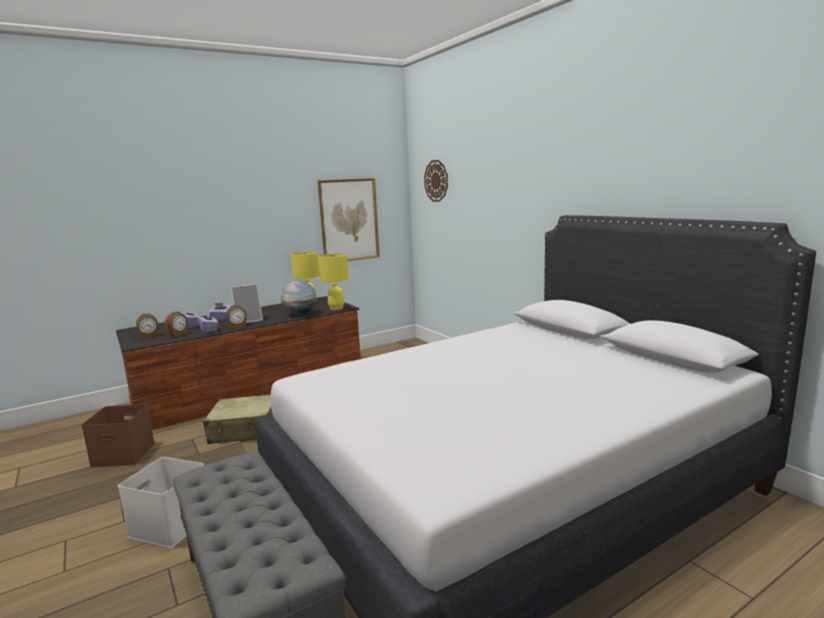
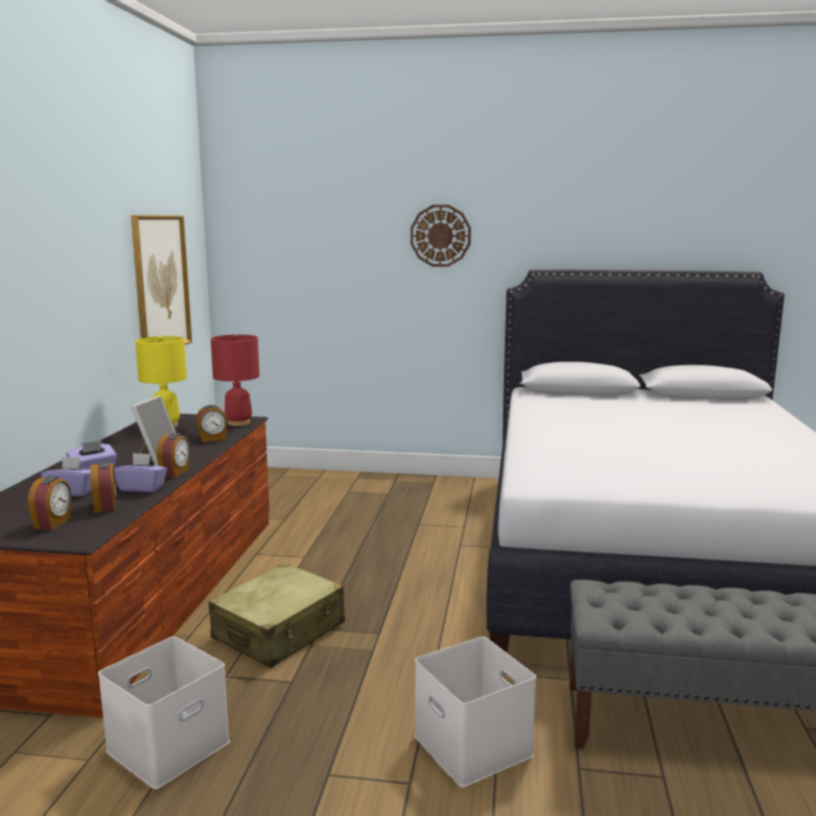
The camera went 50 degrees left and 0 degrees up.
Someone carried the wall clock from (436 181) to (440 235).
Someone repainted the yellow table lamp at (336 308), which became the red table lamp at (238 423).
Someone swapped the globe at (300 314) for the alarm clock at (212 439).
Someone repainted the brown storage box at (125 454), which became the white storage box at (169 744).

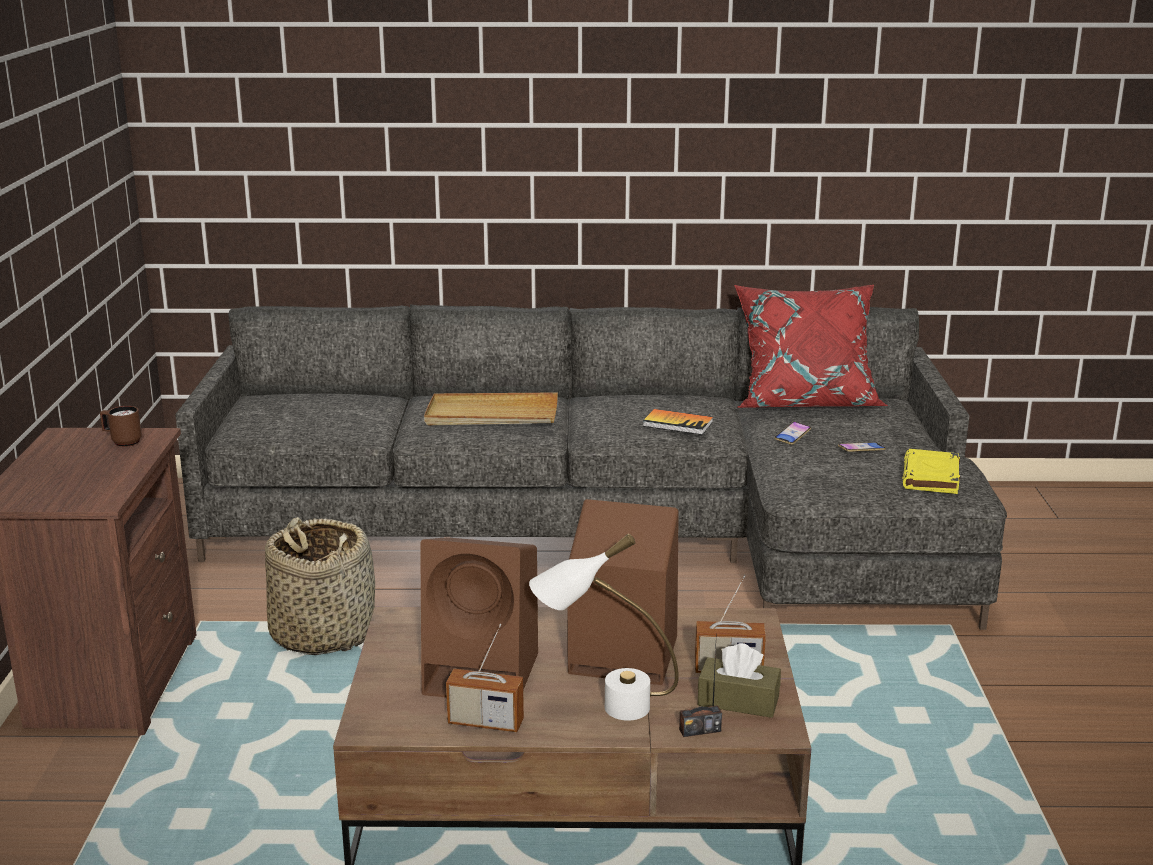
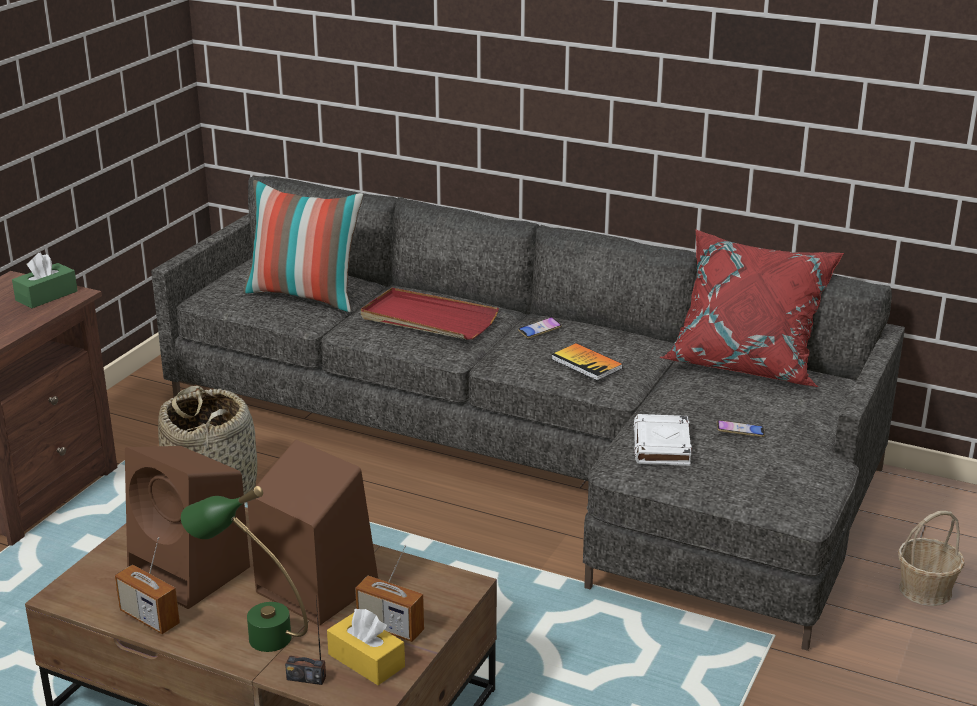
The camera went 25 degrees right and 5 degrees up.
Someone repainted the beige tray at (491 415), which became the red tray at (428 319).
Someone swapped the brown mug at (122 442) for the green tissue box at (46 296).
Someone carried the phone from (792 436) to (539 330).
Someone took away the yellow book at (931 477).
Someone repainted the white table lamp at (604 707), which became the green table lamp at (252 632).
Someone repainted the brown tissue box at (738 701), which became the yellow tissue box at (366 660).
Someone put down the pillow at (305 296).
Someone put down the white book at (662 446).
Someone put down the basket at (925 590).

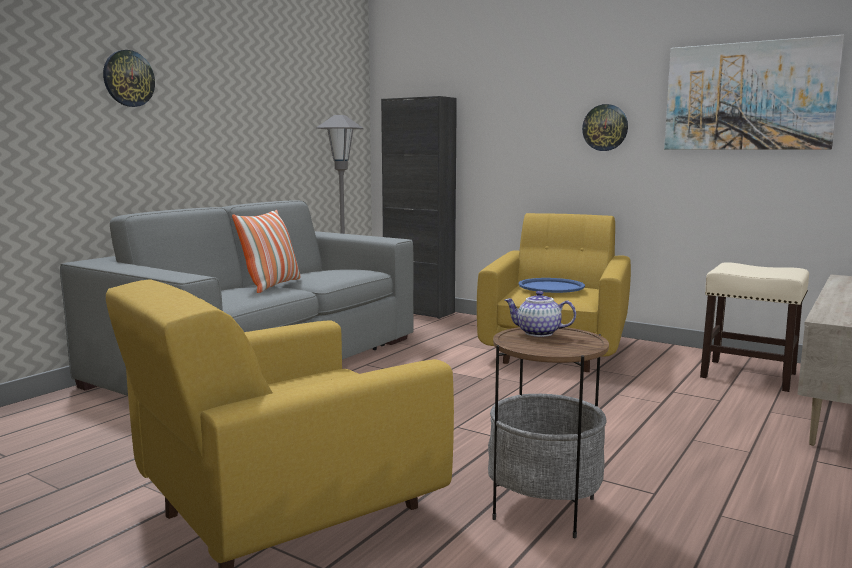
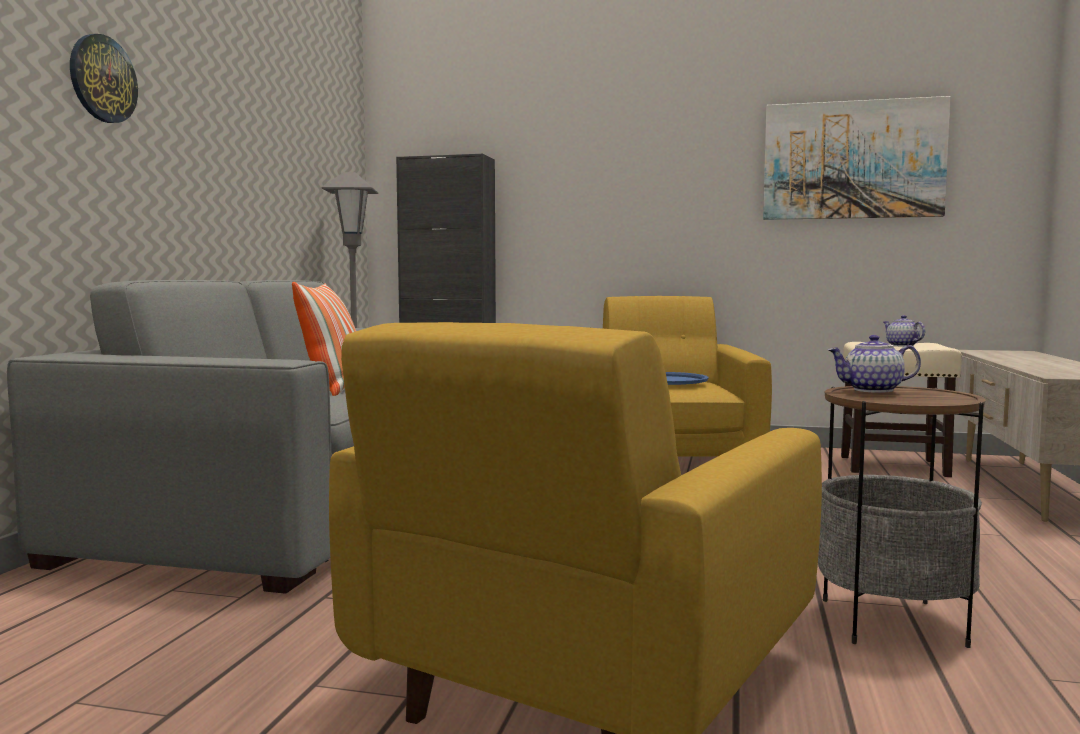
The camera went 20 degrees left and 5 degrees down.
Someone took away the wall clock at (605 127).
Someone put down the teapot at (901 345).

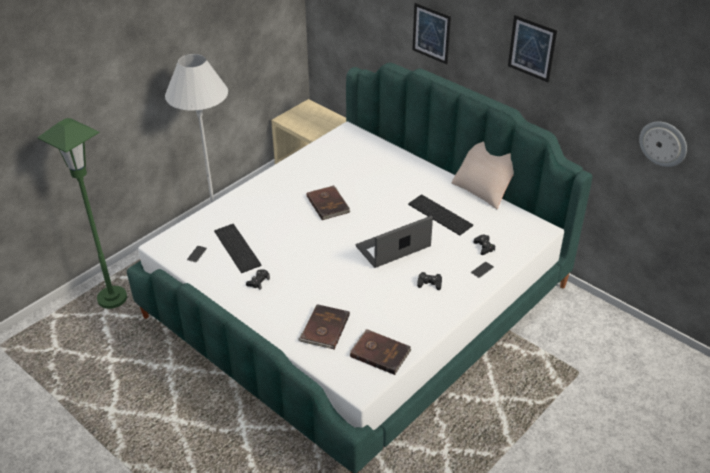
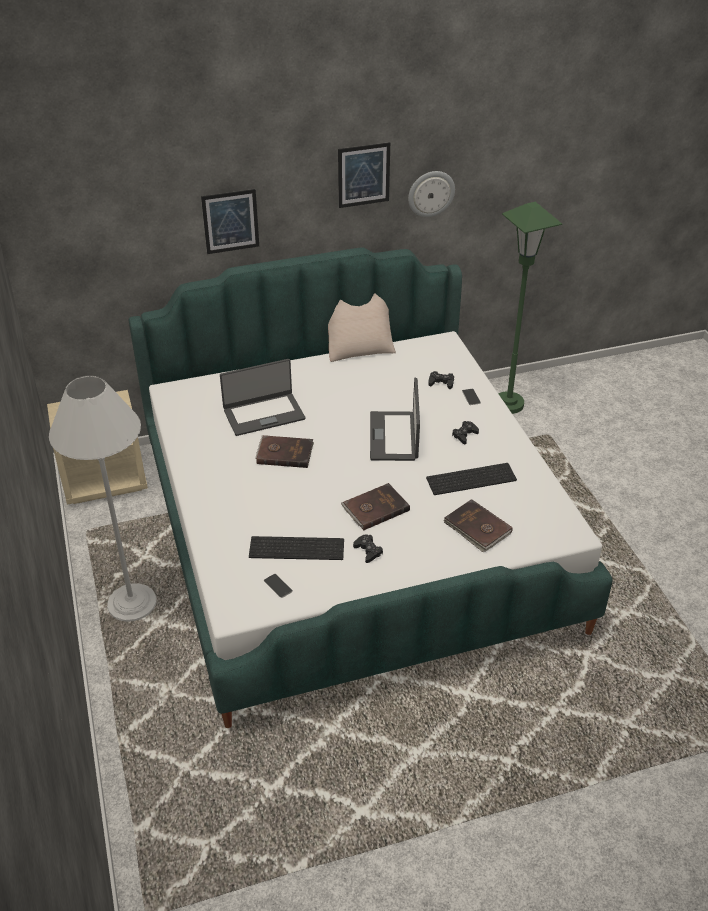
The camera went 60 degrees left and 0 degrees up.
Someone carried the green floor lamp from (112 299) to (508 404).
Someone carried the wall clock from (663 143) to (431 193).
Someone carried the keyboard from (441 214) to (471 478).
Someone carried the brown book from (380 353) to (375 508).
Someone put down the laptop at (263 414).

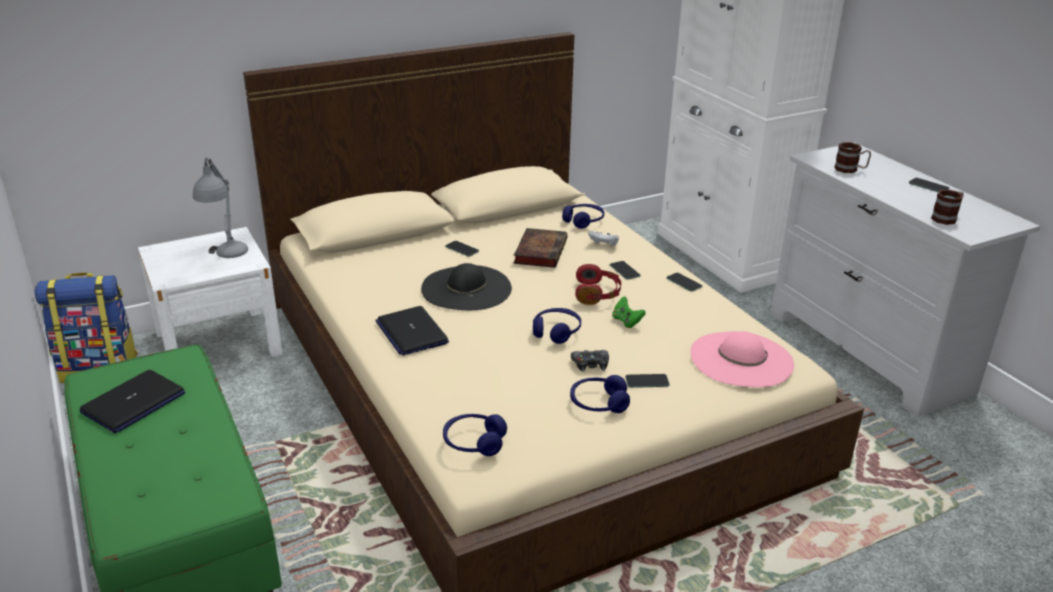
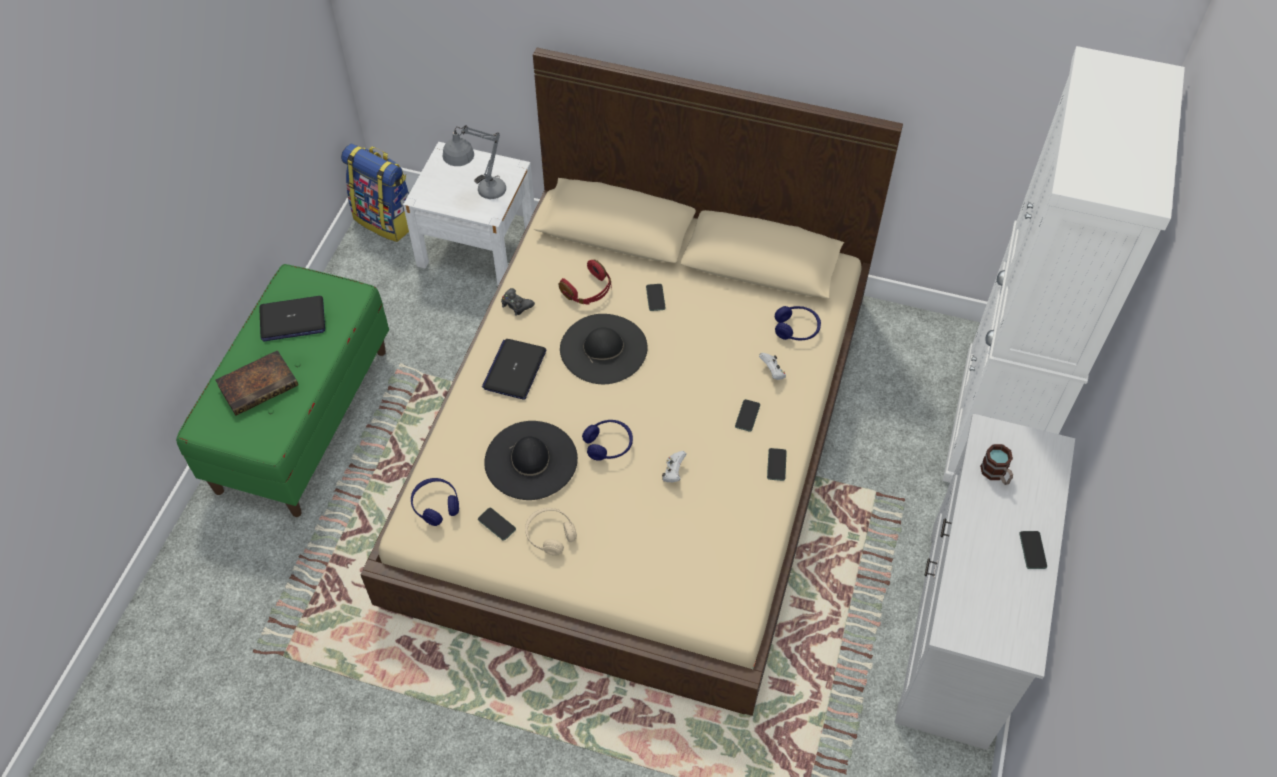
The camera went 45 degrees right and 25 degrees up.
Someone took away the mug at (946 218).
Someone carried the book from (540 251) to (259 384).
Someone carried the red headphones from (597 293) to (588 291).
Someone repainted the green game controller at (626 321), which became the white game controller at (673 472).
Someone took away the pink hat at (741 359).
Someone carried the black game controller from (590 364) to (516 305).
Someone carried the phone from (647 381) to (496 524).
Someone repainted the blue headphones at (598 403), which became the beige headphones at (550 535).
Someone put down the black hat at (531 460).

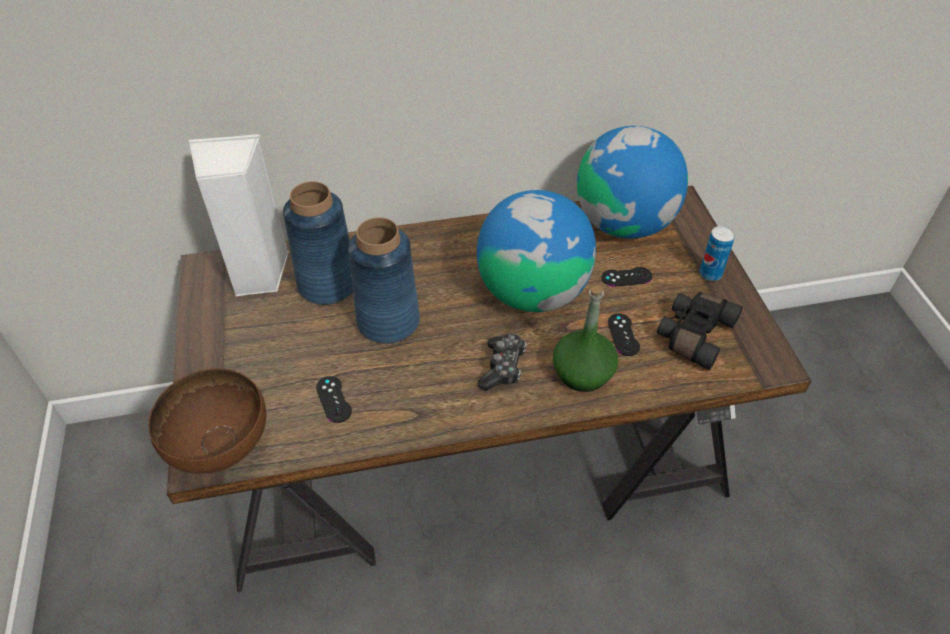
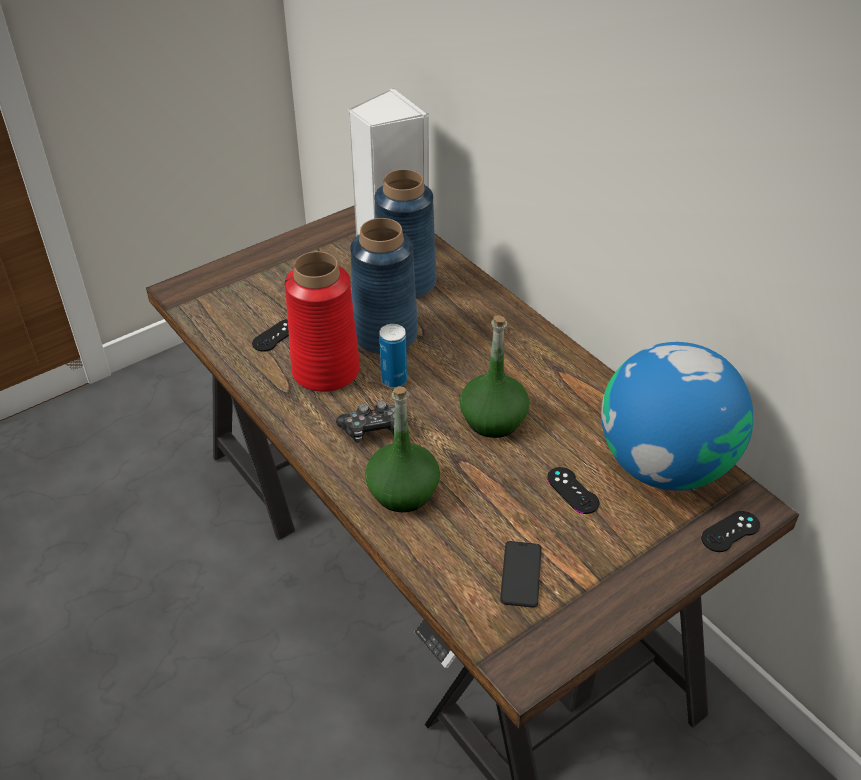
The camera went 65 degrees right and 5 degrees down.
Someone swapped the globe at (532 291) for the green bottle at (493 419).
Someone carried the can from (710 274) to (394 380).
Someone swapped the black binoculars at (693 334) for the phone at (521 574).
Someone carried the black game controller from (623 334) to (730 532).
Someone took away the brown bowl at (222 448).
Someone put down the red vase at (326 371).

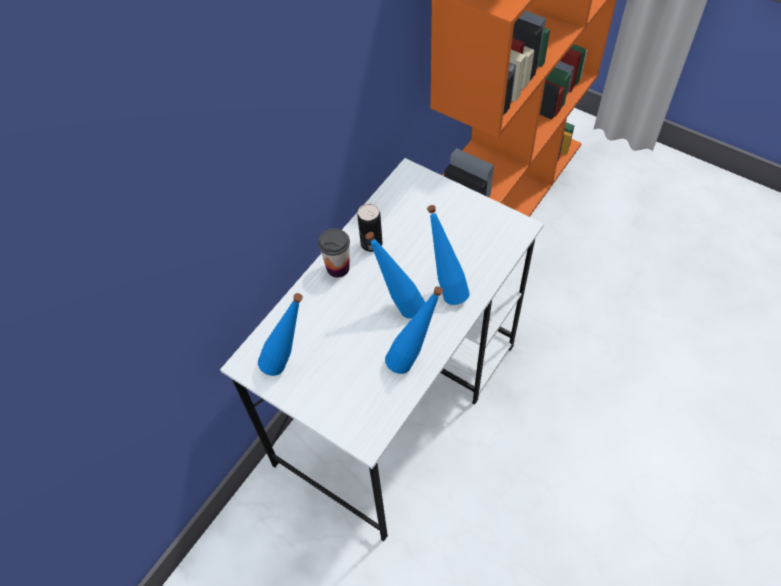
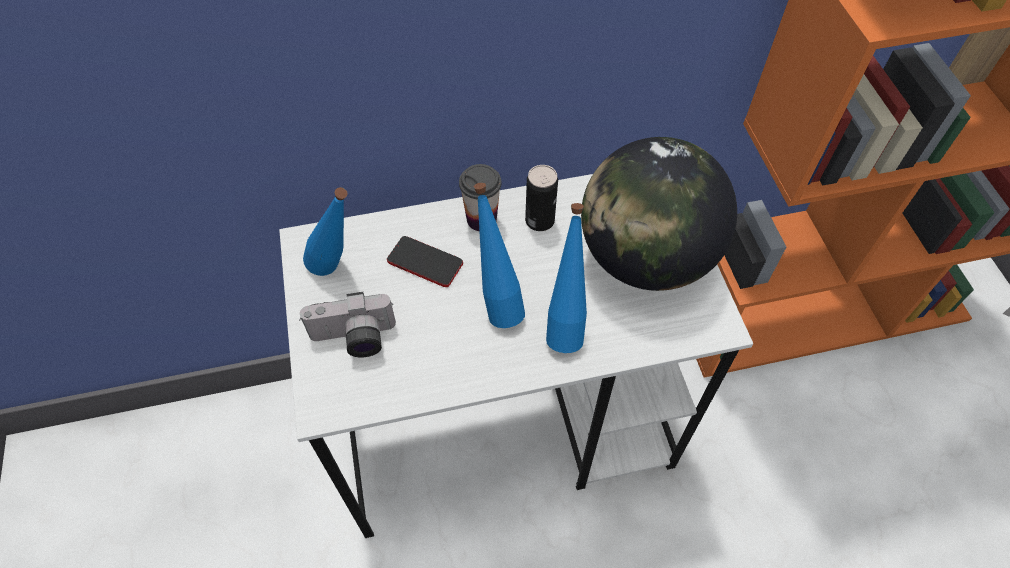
The camera went 40 degrees right and 0 degrees up.
Someone took away the blue bottle at (413 358).
Someone put down the globe at (645 257).
Someone put down the phone at (425 262).
Someone put down the photo camera at (354 339).

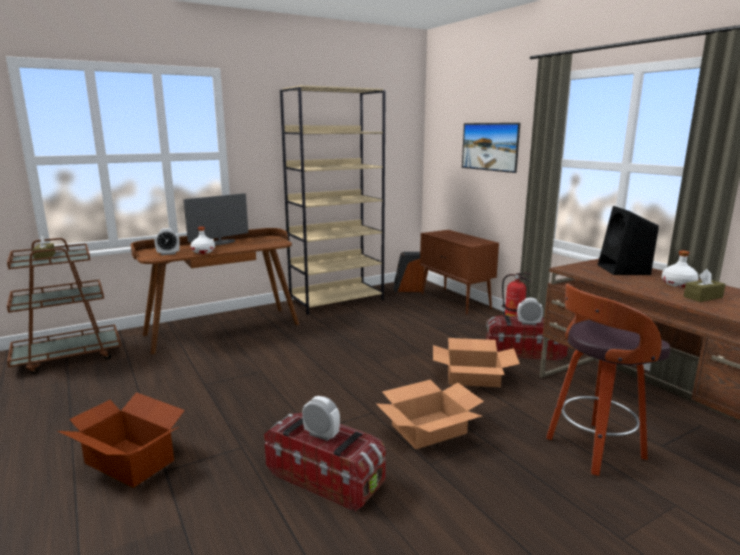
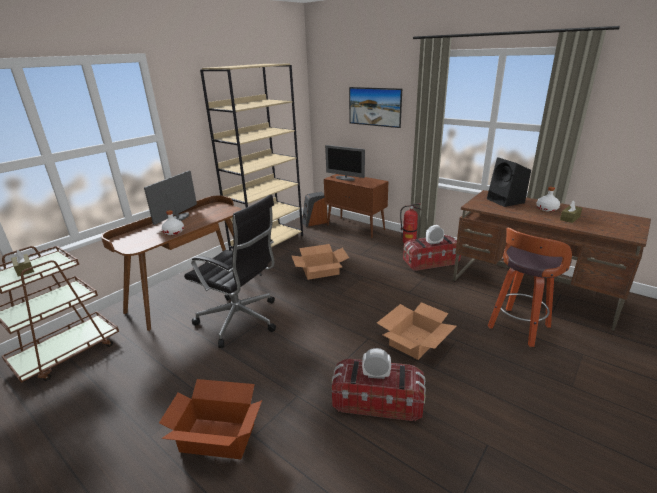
The camera went 20 degrees left and 10 degrees up.
Someone took away the alarm clock at (168 254).
Someone carried the cardboard box from (473 377) to (320 271).
Someone put down the monitor at (345 178).
Someone put down the black office chair at (241 320).

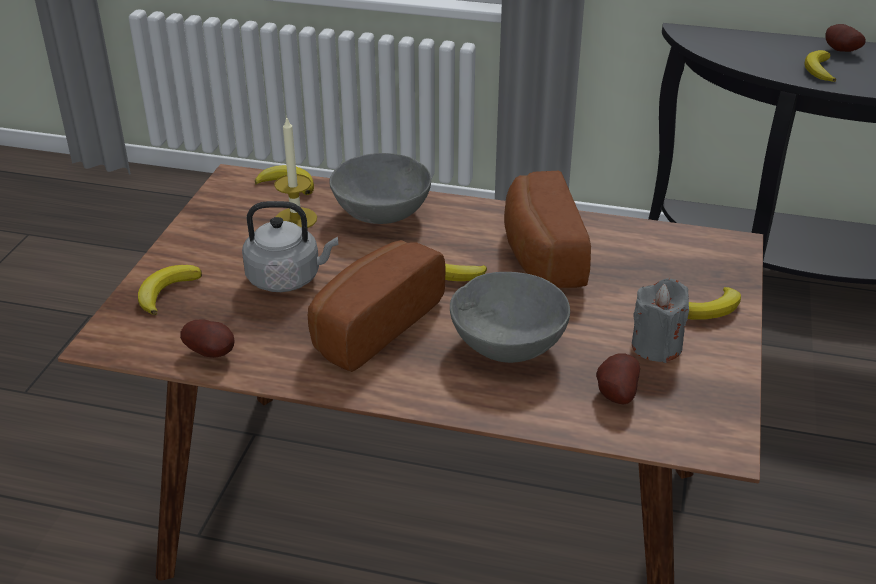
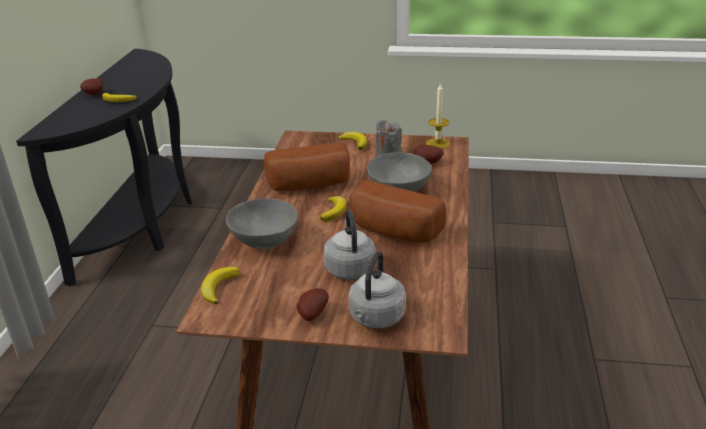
The camera went 95 degrees left and 5 degrees down.
Someone carried the candle from (296 219) to (437 143).
Someone swapped the banana at (166 292) for the grey kettle at (376 318).
Someone carried the potato from (212 353) to (311 314).

